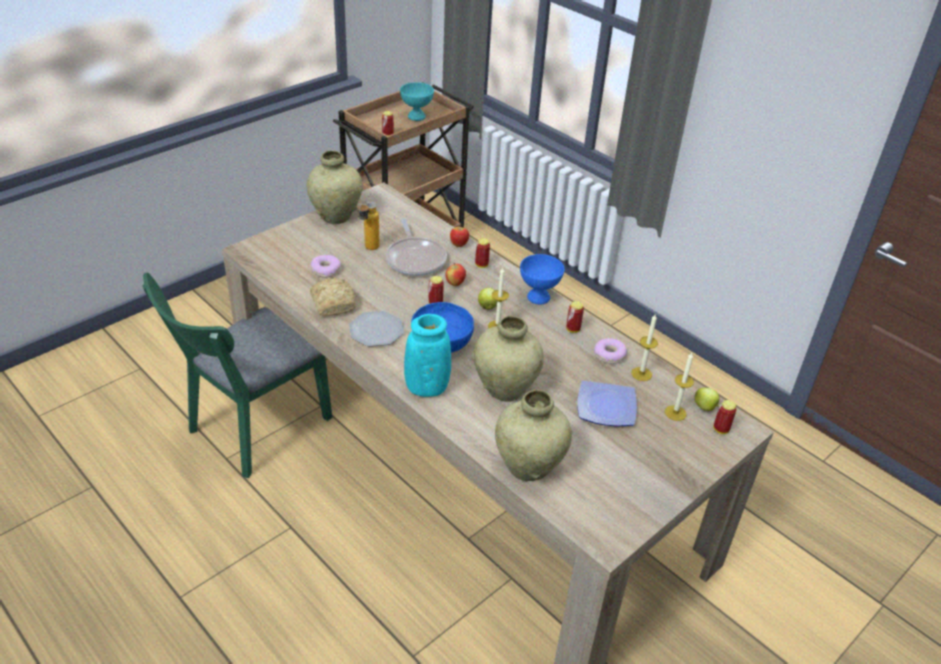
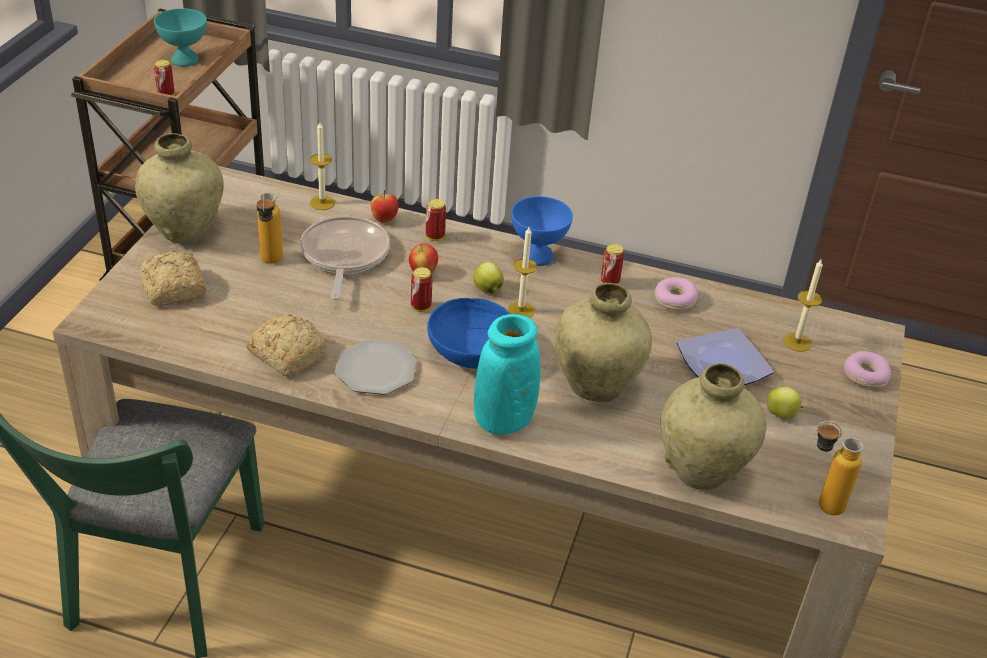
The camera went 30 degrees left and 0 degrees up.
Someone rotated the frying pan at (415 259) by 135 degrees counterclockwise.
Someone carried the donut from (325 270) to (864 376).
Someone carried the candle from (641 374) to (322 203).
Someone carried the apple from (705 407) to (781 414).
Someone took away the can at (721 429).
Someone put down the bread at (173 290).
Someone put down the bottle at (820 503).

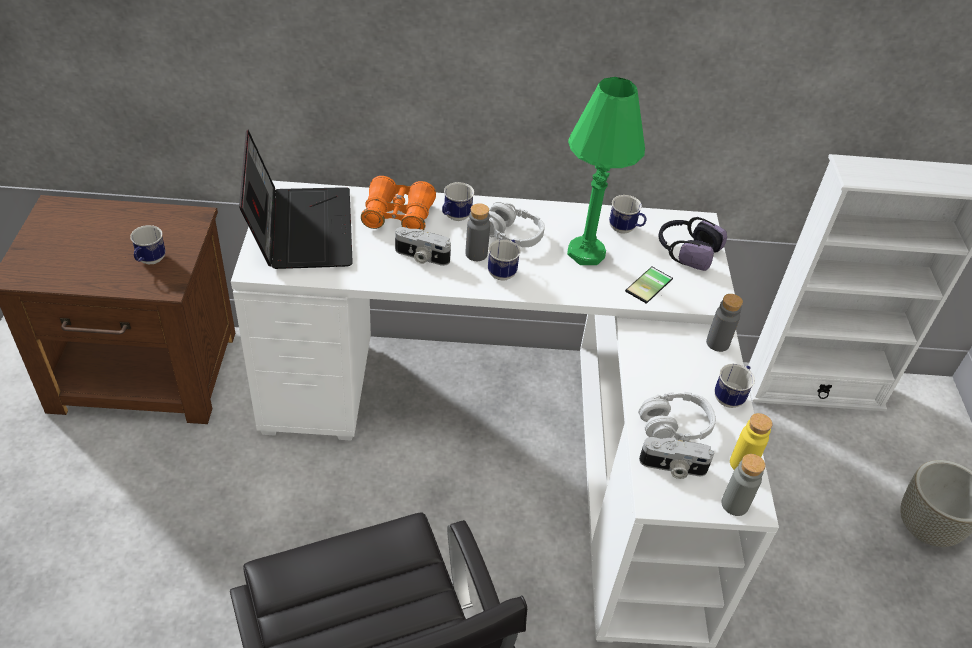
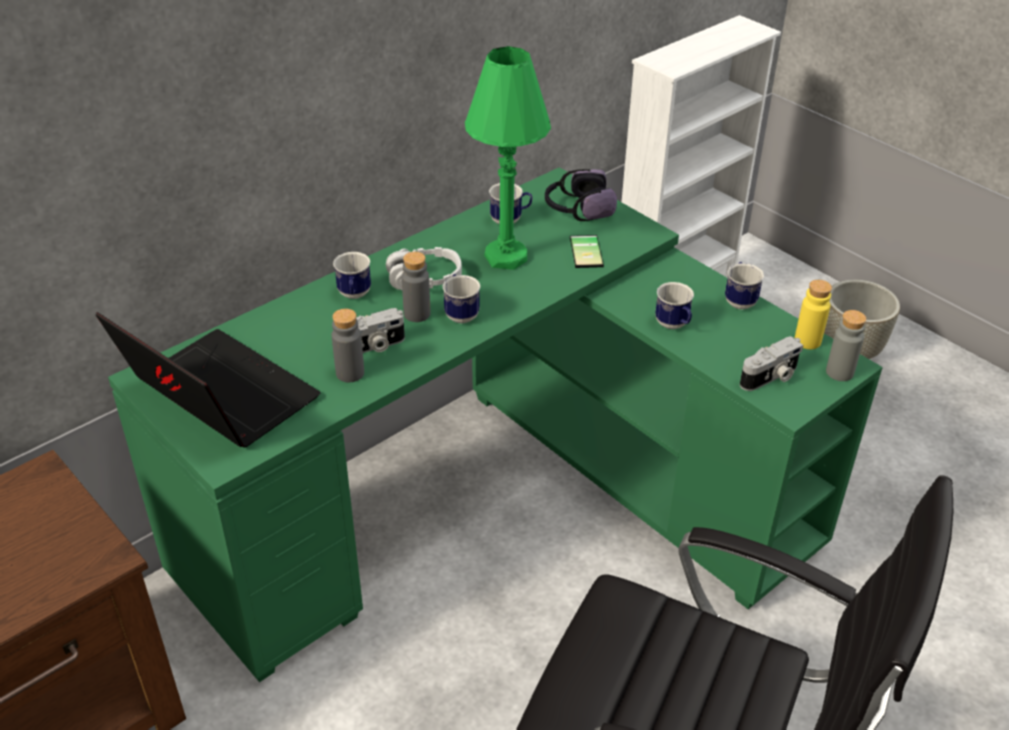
The camera went 40 degrees left and 5 degrees down.
Someone took away the orange binoculars at (398 215).
Someone repainted the white desk at (517 435), which became the green desk at (499 500).
Someone carried the mug from (149 261) to (674 326).
Someone carried the grey bottle from (717 343) to (350 373).
Someone took away the grey headphones at (674 425).

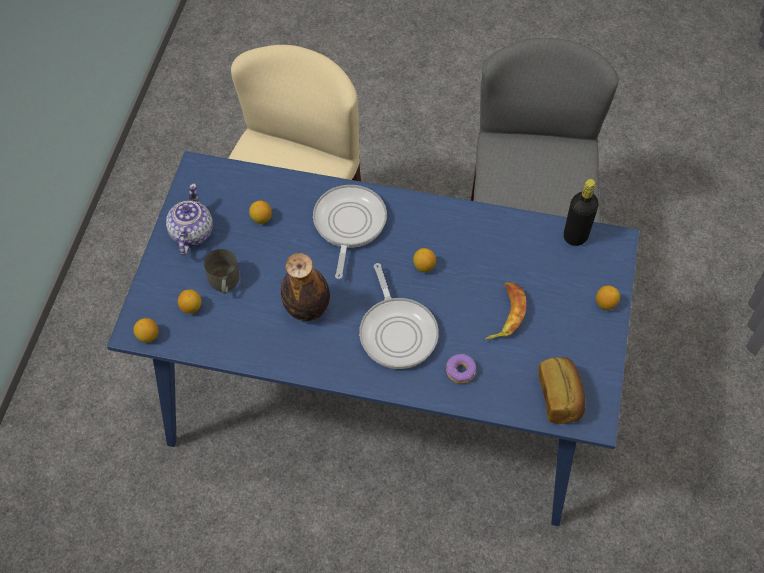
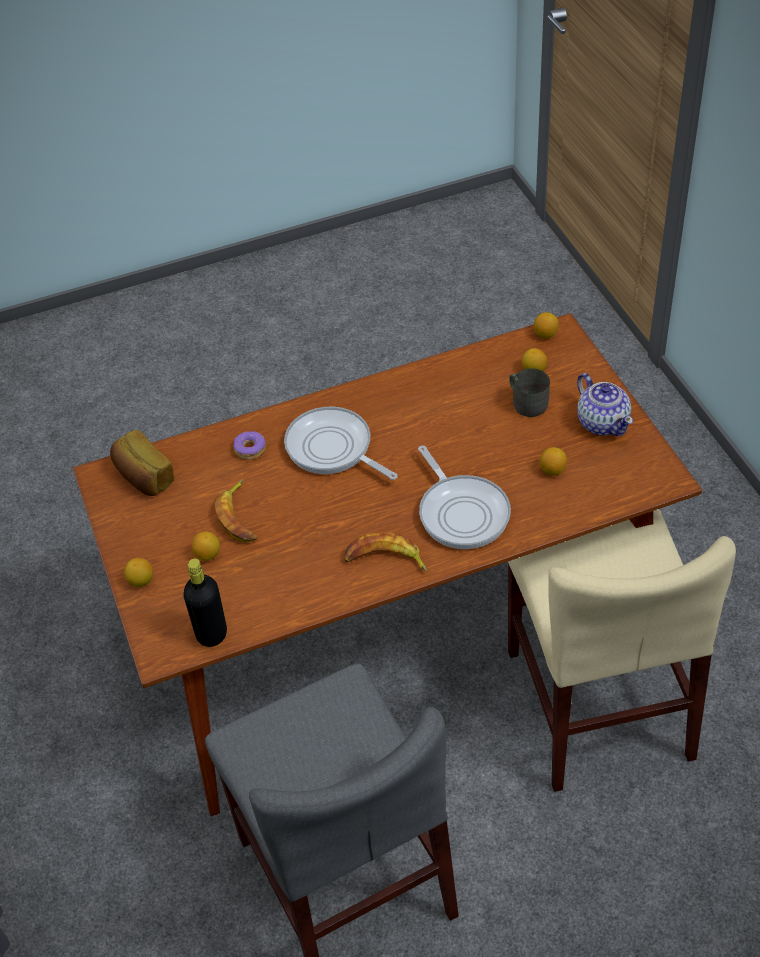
The camera went 150 degrees right and 10 degrees down.
Someone repainted the blue dining table at (380 389), which became the brown dining table at (393 629).
Someone carried the lemon from (424 266) to (208 554).
Someone took away the bottle at (307 308).
Someone put down the banana at (385 560).

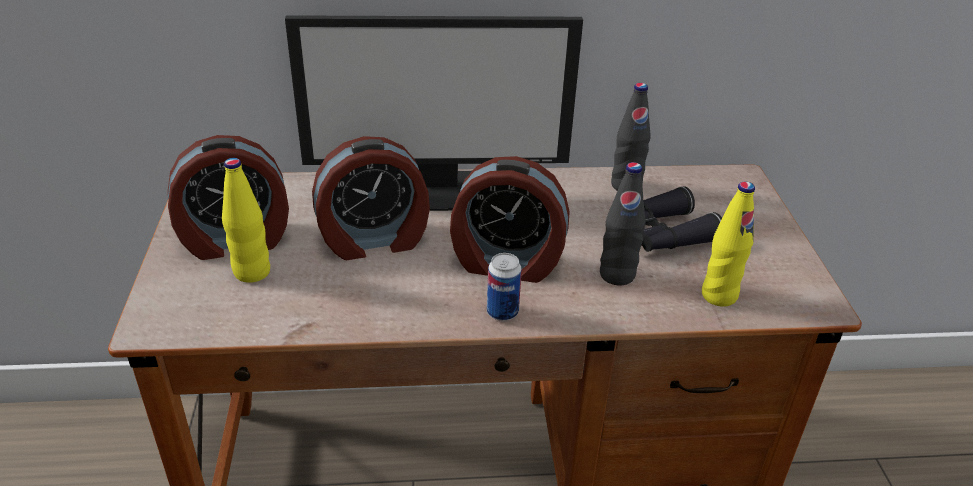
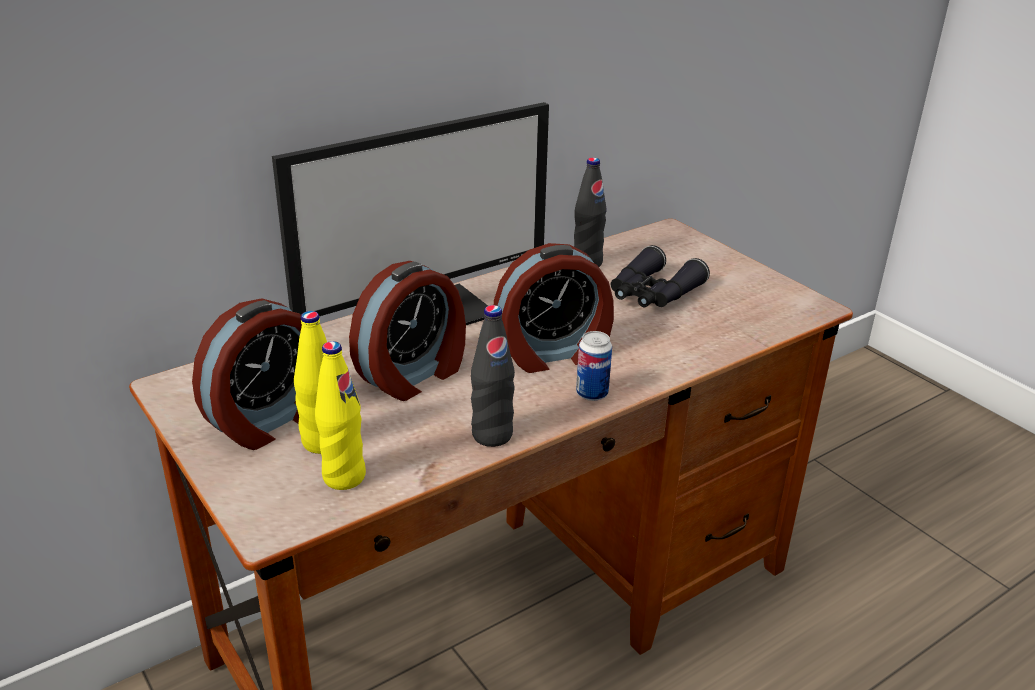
The camera went 30 degrees left and 5 degrees down.
Someone carried the black bottle from (617 275) to (492 435).
Someone carried the yellow bottle from (719 295) to (344 477).

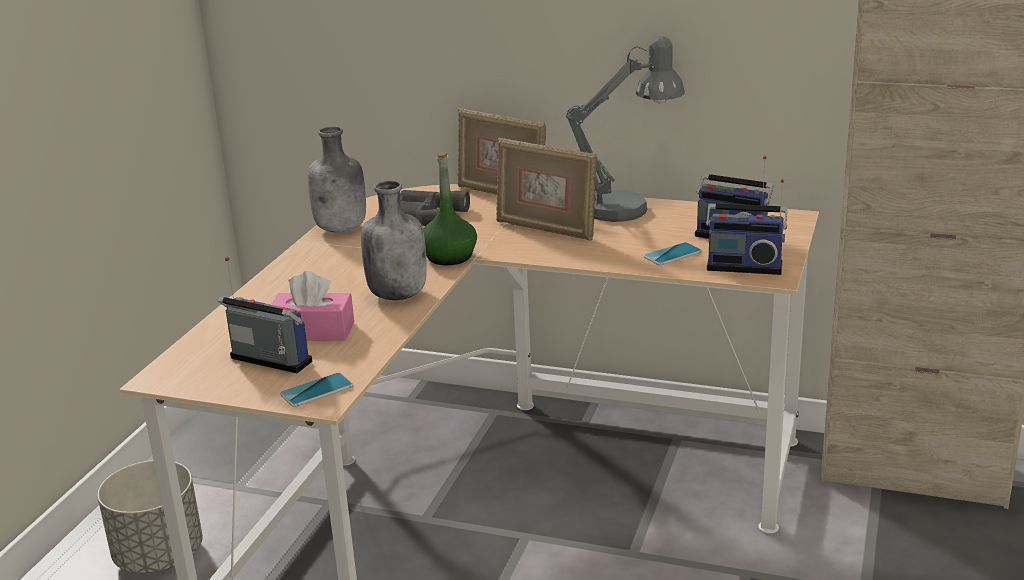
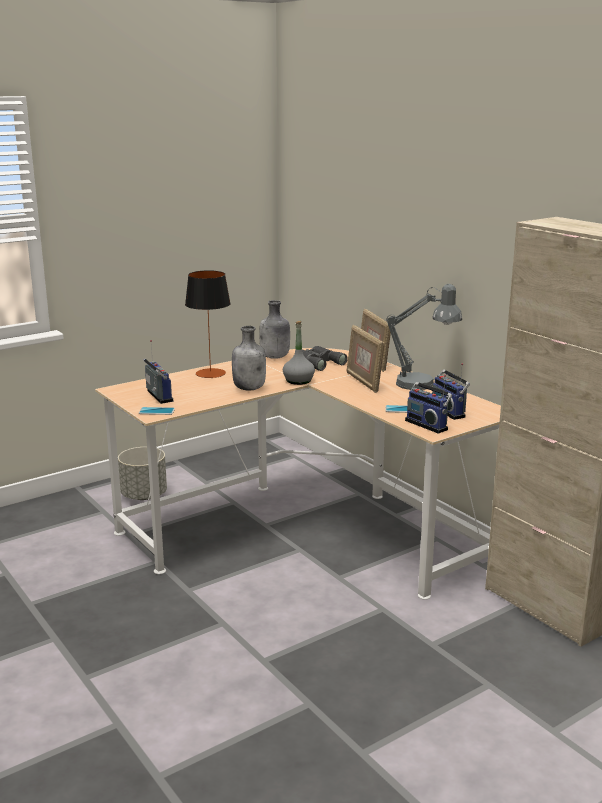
The camera went 35 degrees right and 5 degrees down.
Someone repainted the green bottle at (449 257), which became the grey bottle at (298 381).
Someone took away the pink tissue box at (313 331).
Someone put down the table lamp at (210 373).

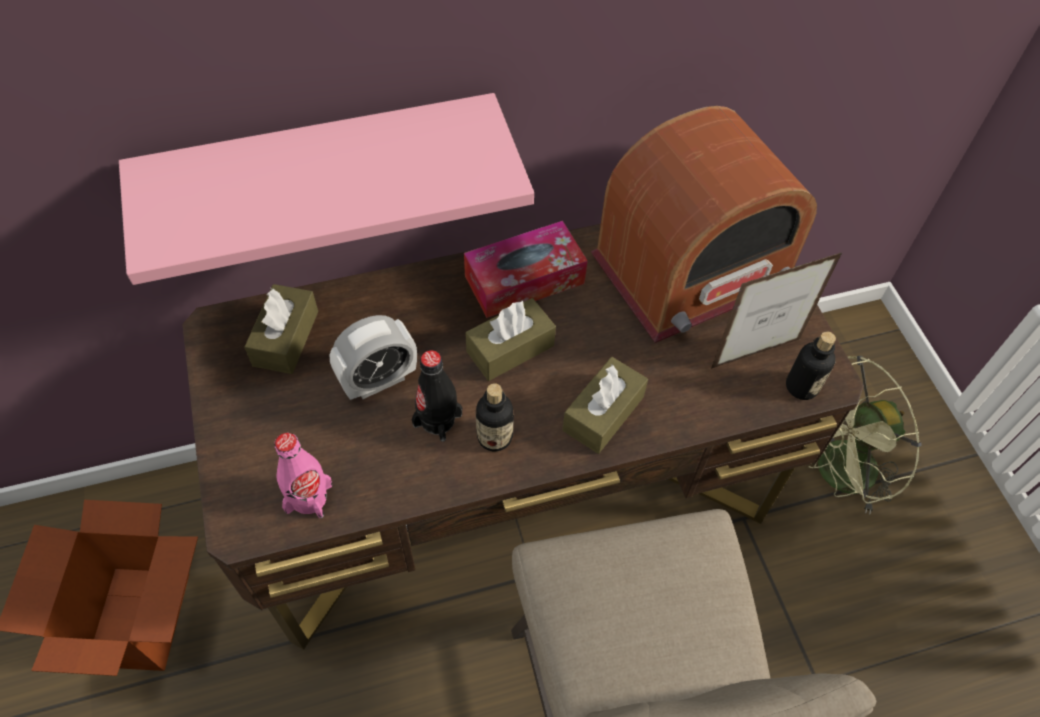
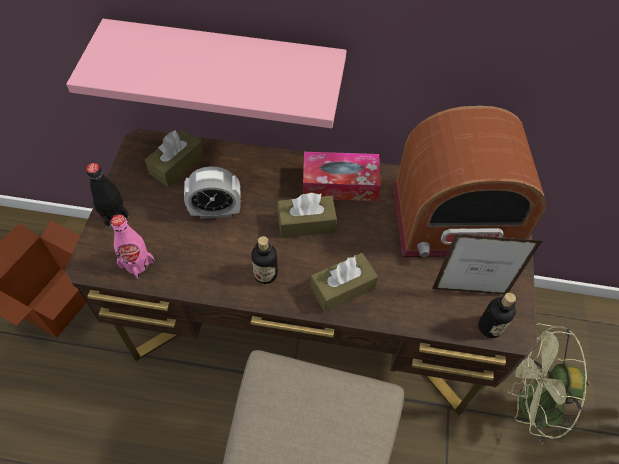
The camera went 25 degrees right and 0 degrees up.
Someone carried the black bottle from (437 420) to (113 214).

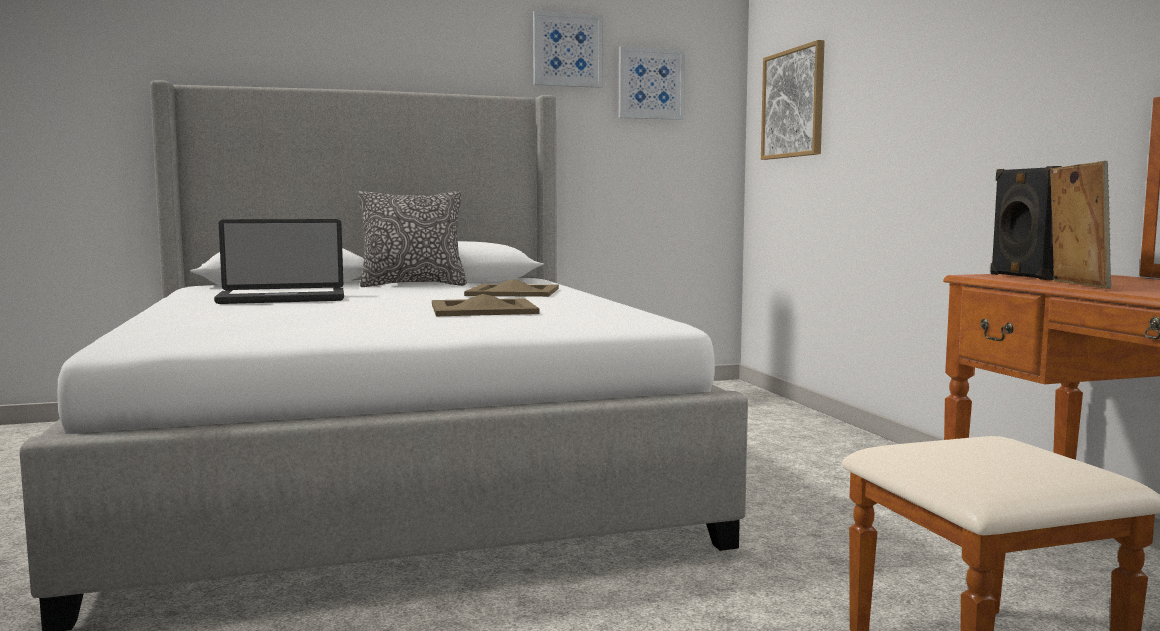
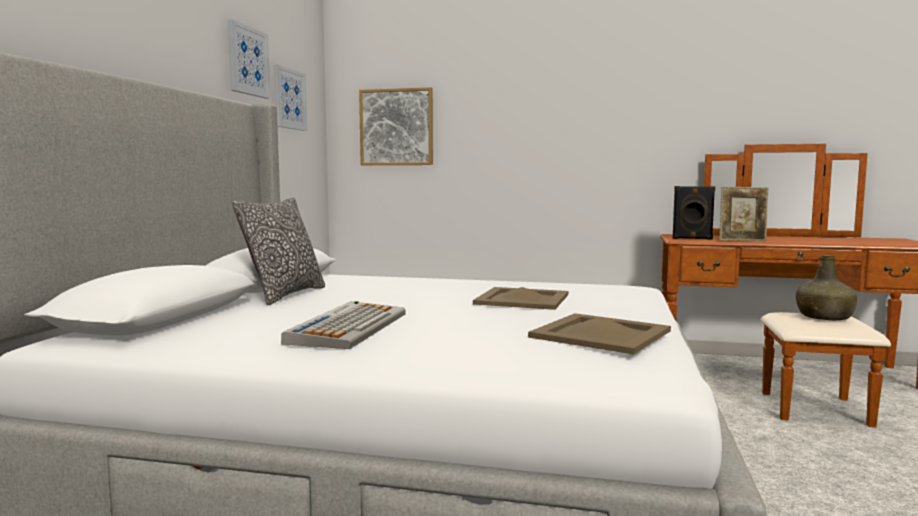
The camera went 60 degrees left and 0 degrees up.
Someone rotated the picture frame at (1075 285) by 150 degrees clockwise.
Someone swapped the laptop at (282 298) for the keyboard at (349 327).
Someone carried the beige tray from (512 292) to (599 334).
Someone put down the green bottle at (824 317).

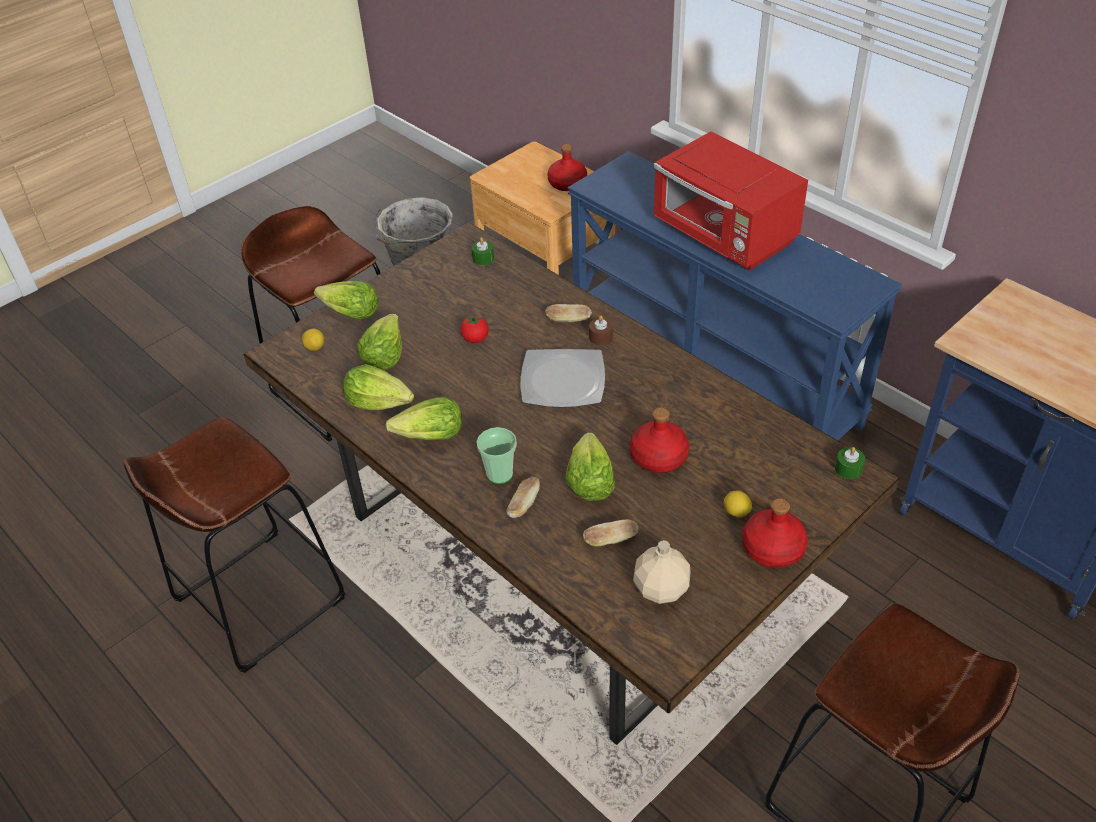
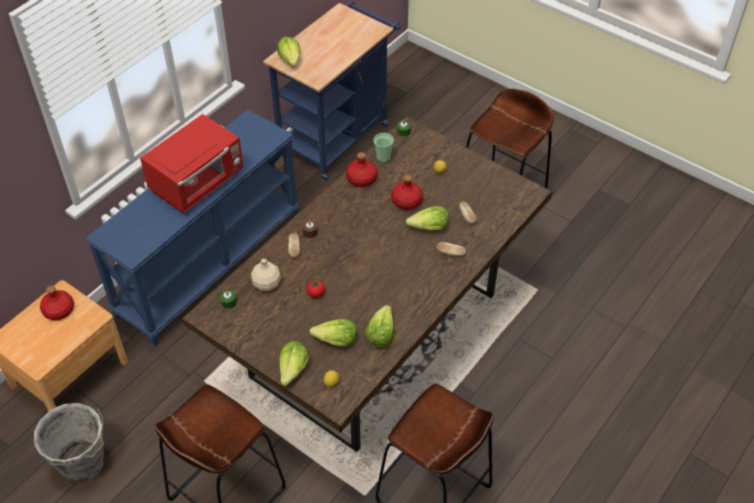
The camera went 100 degrees left and 5 degrees up.
Someone took away the plate at (563 381).
Someone carried the lettuce from (430 436) to (290 60).
Someone carried the cup from (499 474) to (383 157).
Someone carried the red bottle from (772 548) to (361 179).
Someone carried the beige bottle from (661 589) to (267 284).

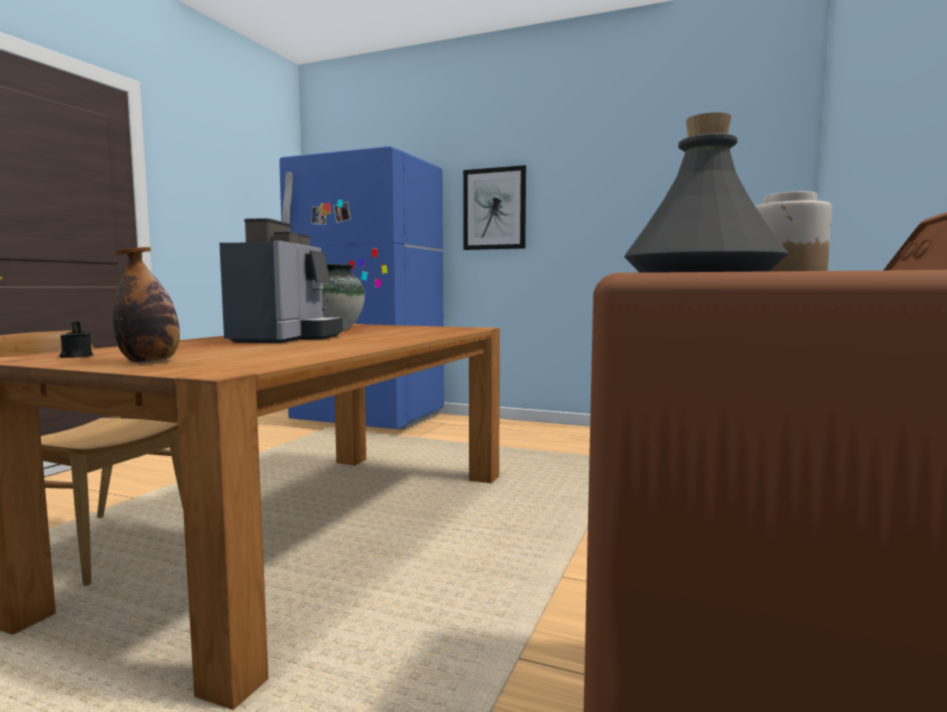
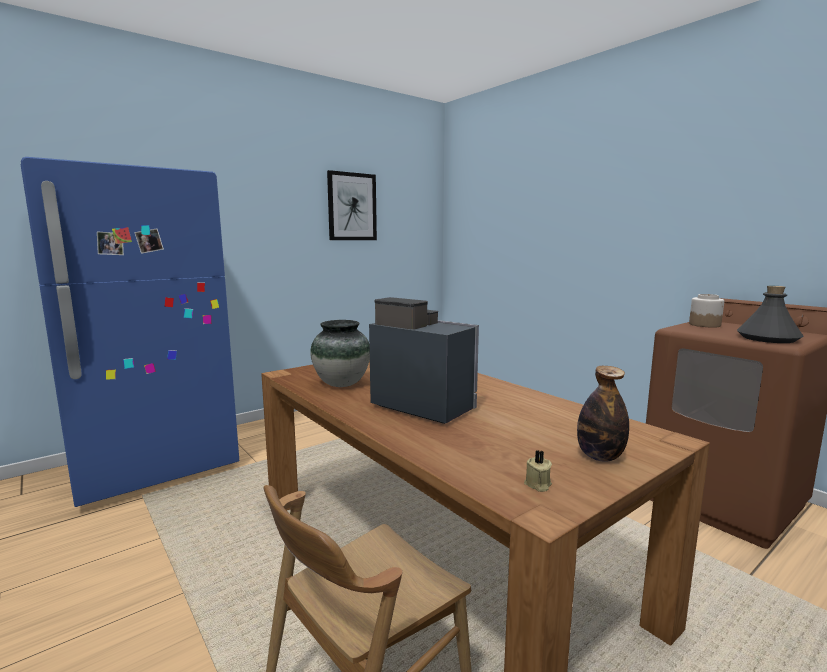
The camera went 60 degrees left and 5 degrees up.
Someone carried the picture from (494 209) to (352 207).
Someone repainted the black candle at (76 356), which became the beige candle at (537 485).

